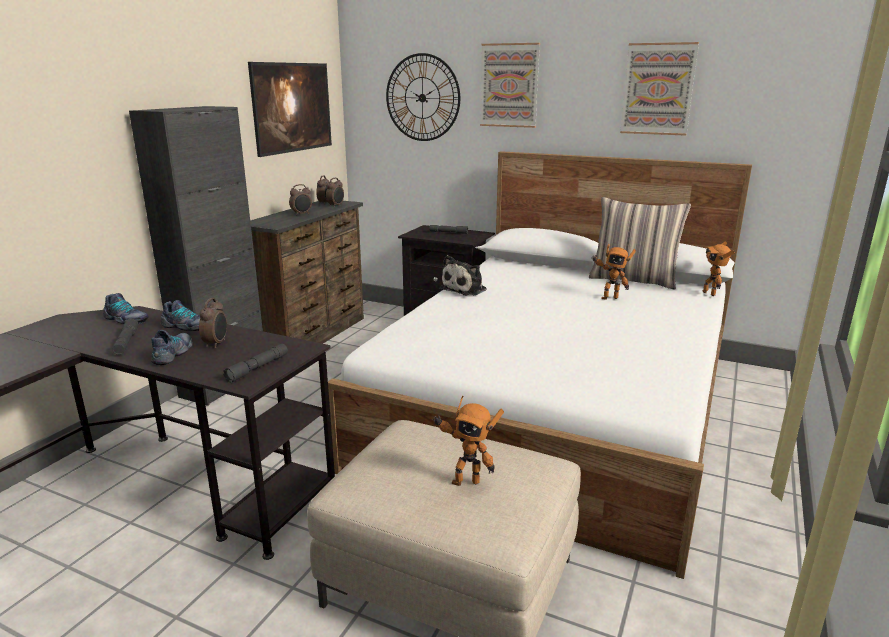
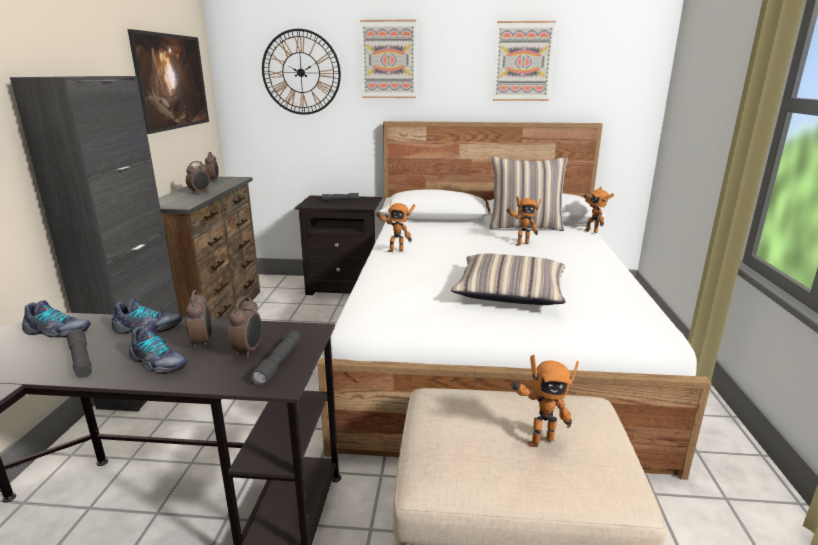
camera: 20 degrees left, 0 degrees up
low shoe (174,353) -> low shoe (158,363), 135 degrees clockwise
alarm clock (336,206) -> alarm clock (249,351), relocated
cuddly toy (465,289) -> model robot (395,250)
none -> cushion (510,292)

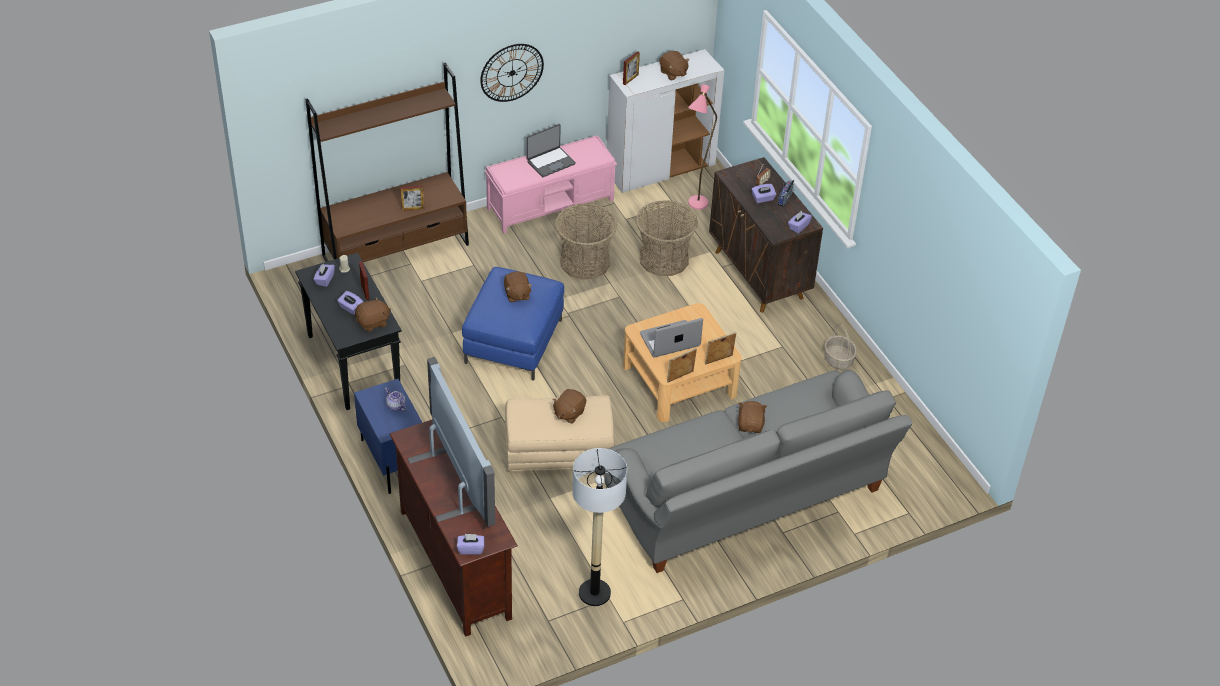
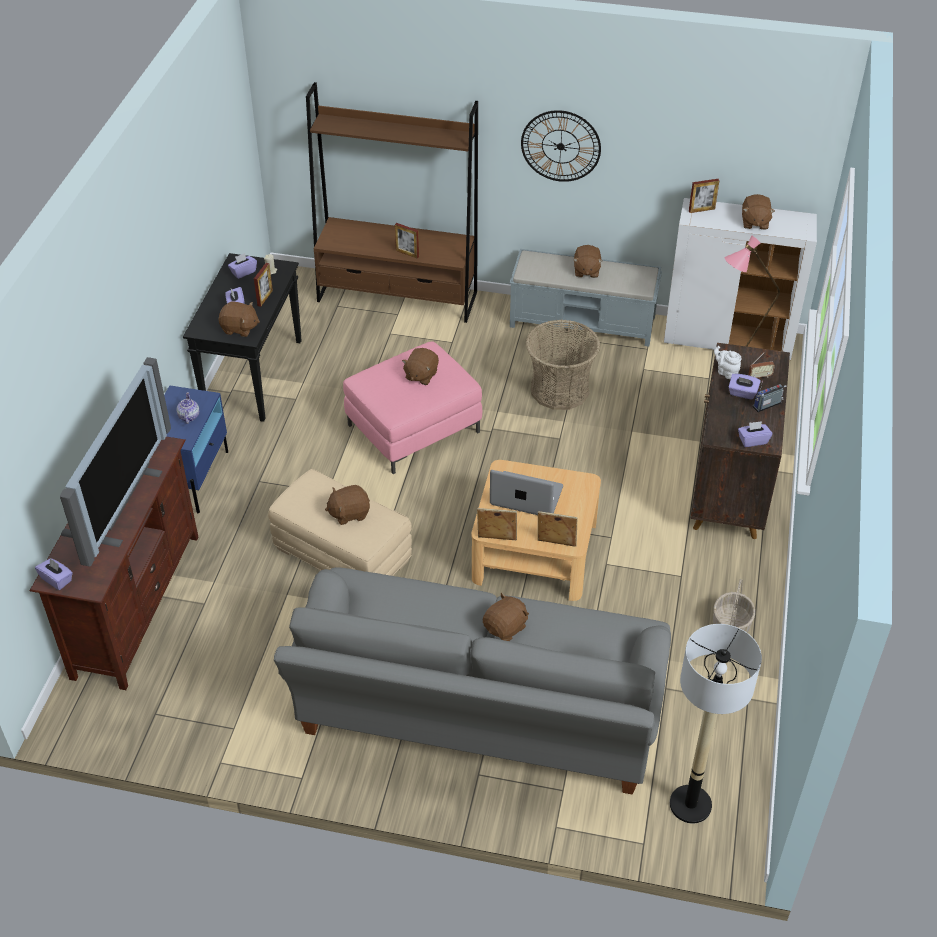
camera: 40 degrees right, 0 degrees up
blue-coloured ottoman (513,341) -> pink ottoman (413,428)
pink indoor bench (551,204) -> gray indoor bench (583,322)
portable computer (550,162) -> brownish cuddly toy (586,271)
floor lamp (594,593) -> floor lamp (690,805), relocated
household basket (664,259) -> none
none -> white teapot (726,372)

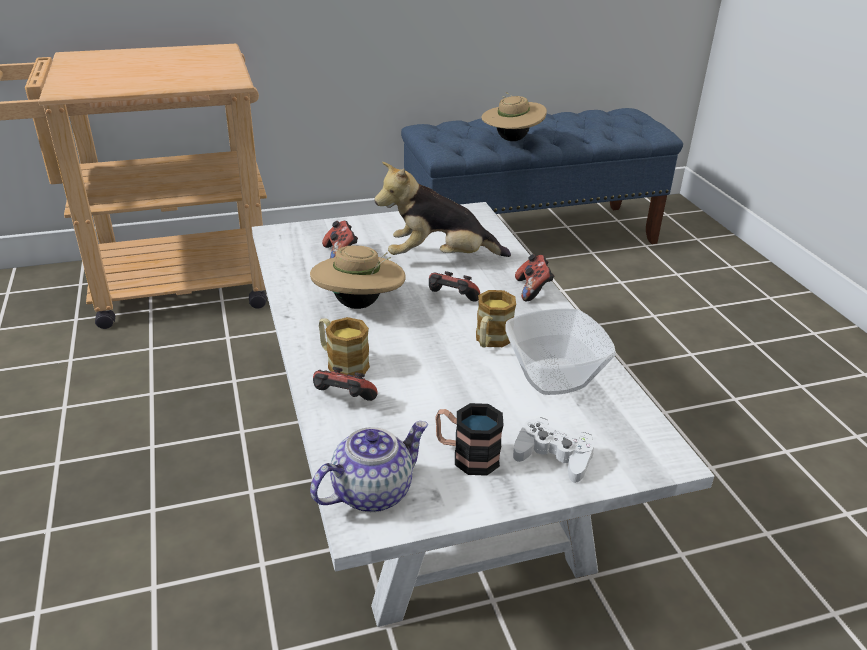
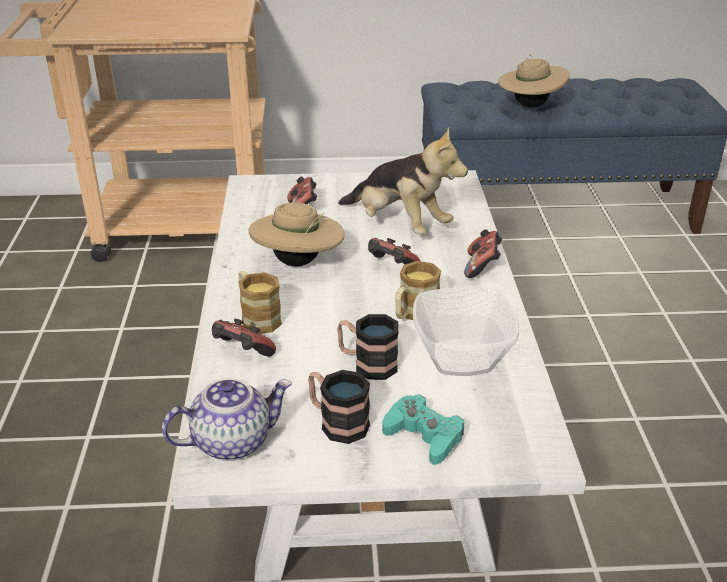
camera: 15 degrees right, 0 degrees up
cuddly toy (439,259) -> cuddly toy (399,225), 150 degrees counterclockwise
white game controller (553,456) -> turquoise game controller (424,435)
none -> mug (367,364)

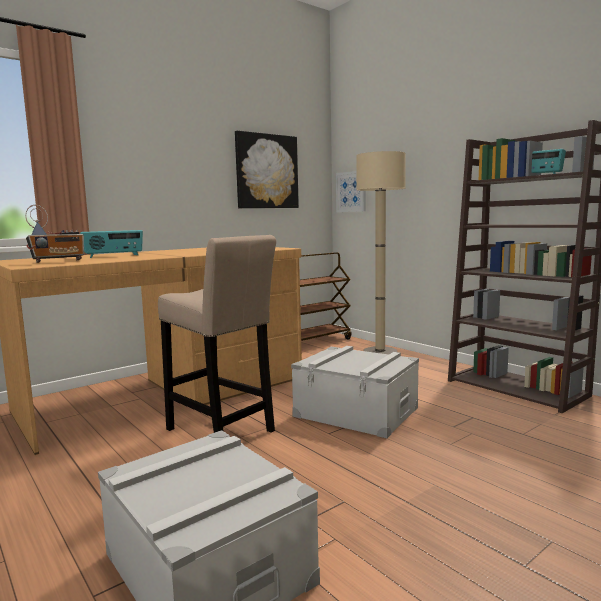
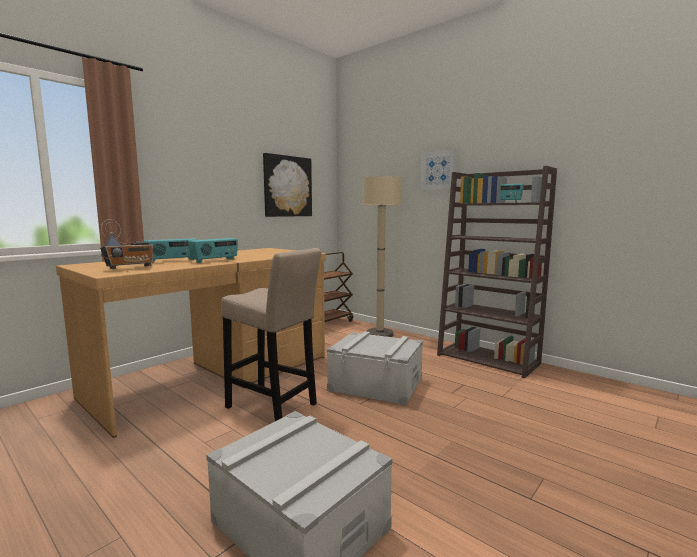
camera: 10 degrees left, 0 degrees up
picture (351,191) -> picture (438,170), relocated
none -> radio set (215,260)

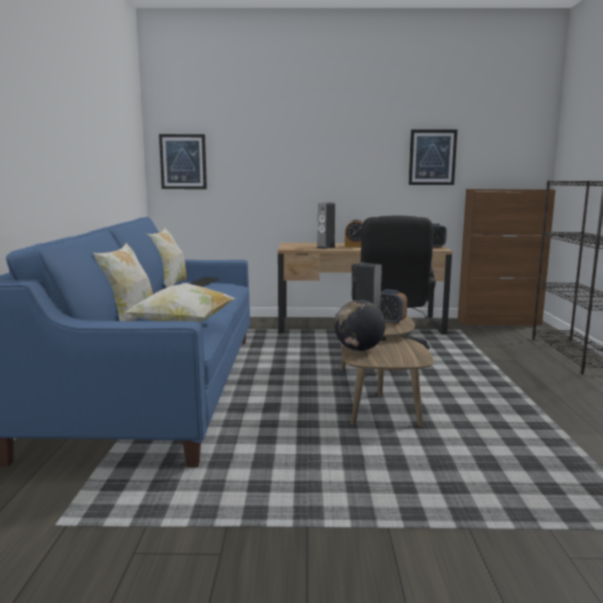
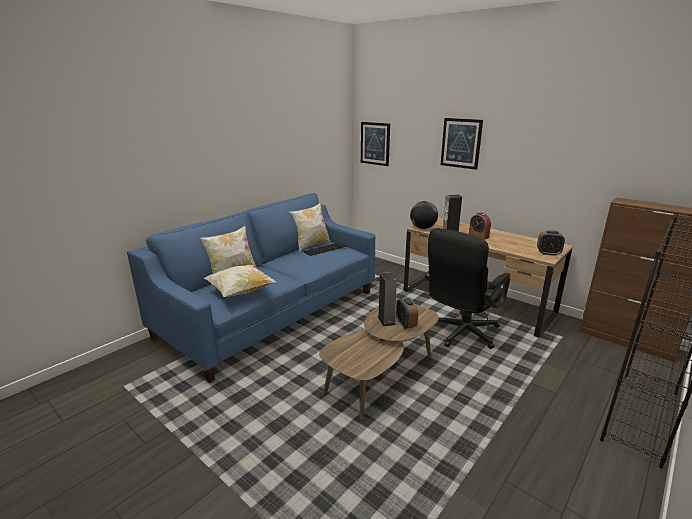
camera: 40 degrees right, 10 degrees up
world globe (359,349) -> world globe (423,228), relocated
picture (432,157) -> picture (461,143), relocated

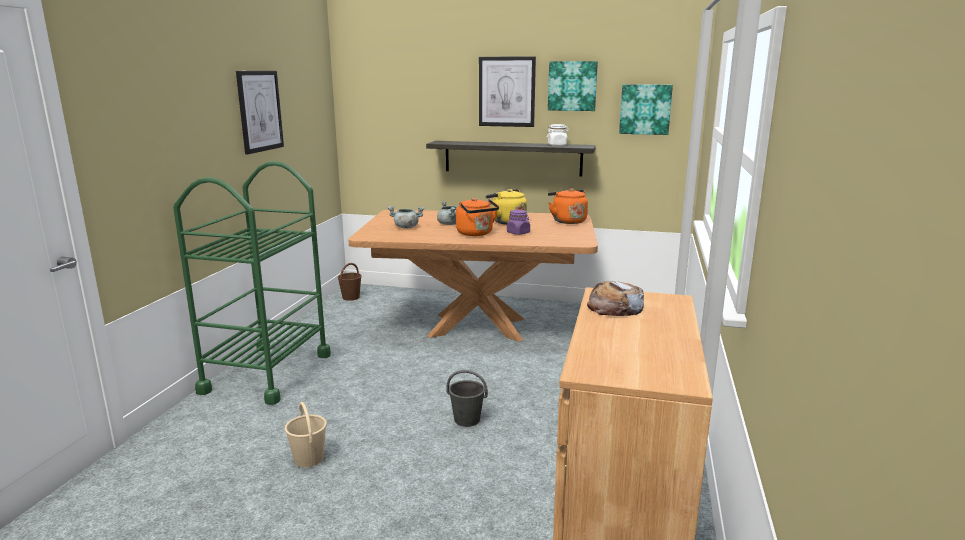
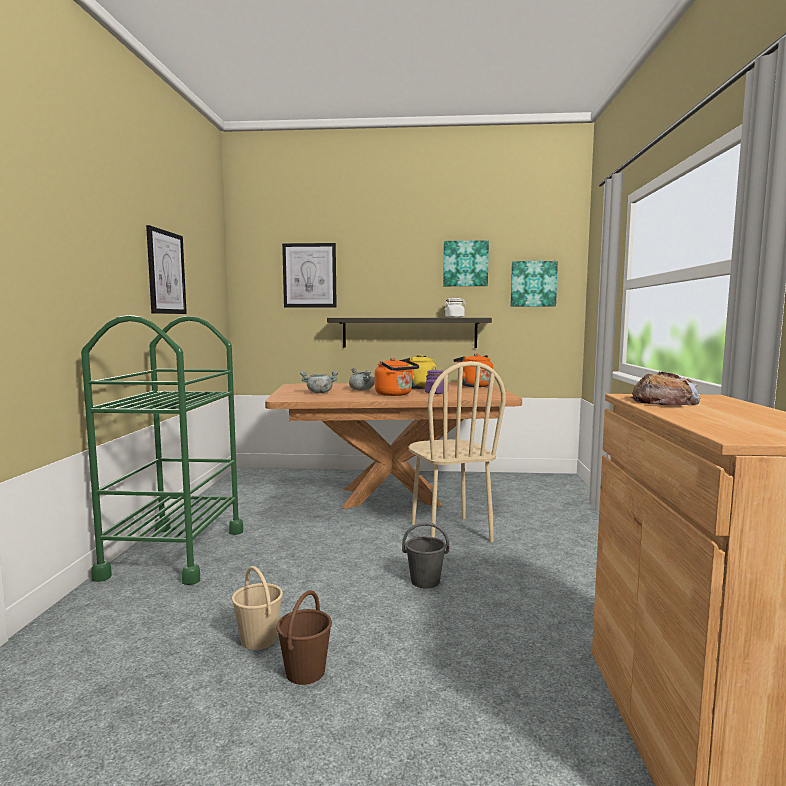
camera: 10 degrees left, 10 degrees down
brownish bucket (351,297) -> brownish bucket (305,671), relocated
picture (507,92) -> picture (309,275), relocated
none -> beige plain chair (450,532)

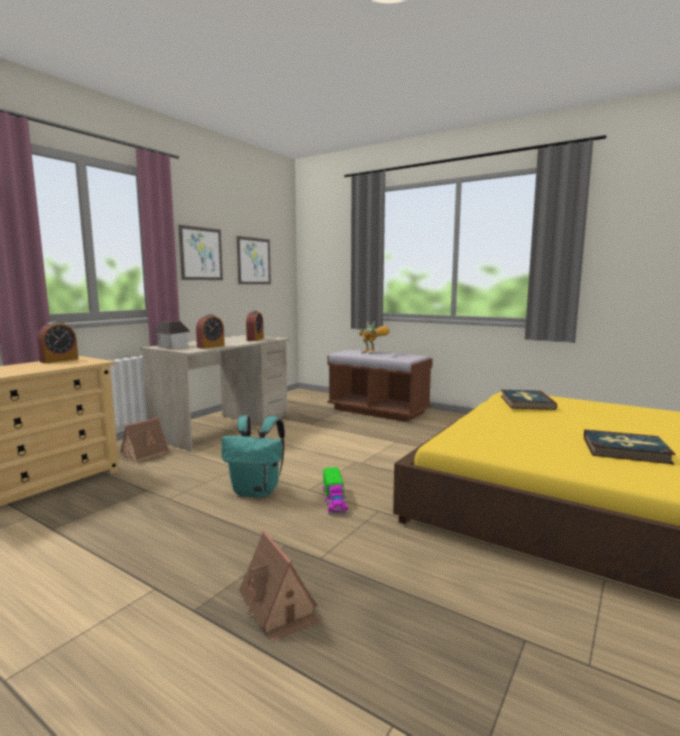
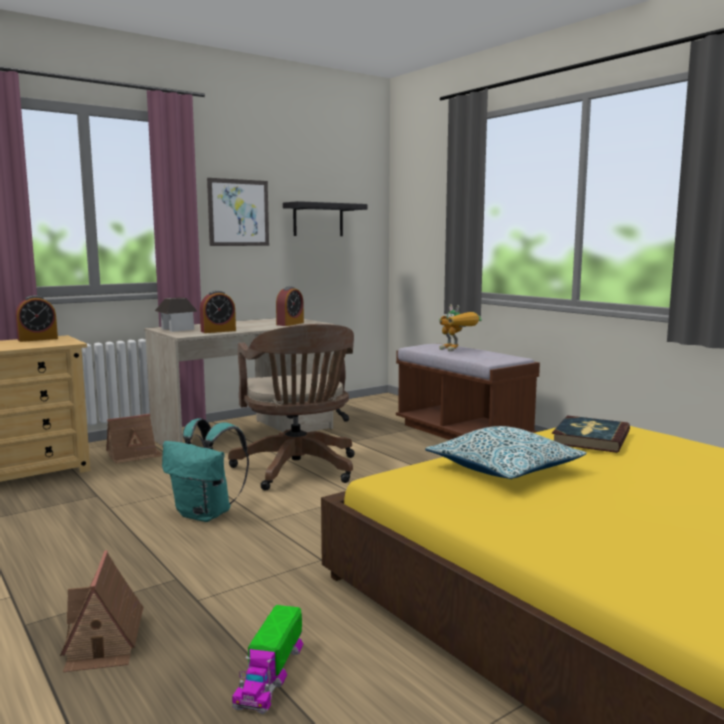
camera: 20 degrees right, 0 degrees up
picture (254,261) -> black-coloured shelf (318,220)
model truck (334,500) -> model truck (270,675), relocated
volume (625,450) -> none
none -> brownish office chair (298,471)
none -> cushion (504,469)

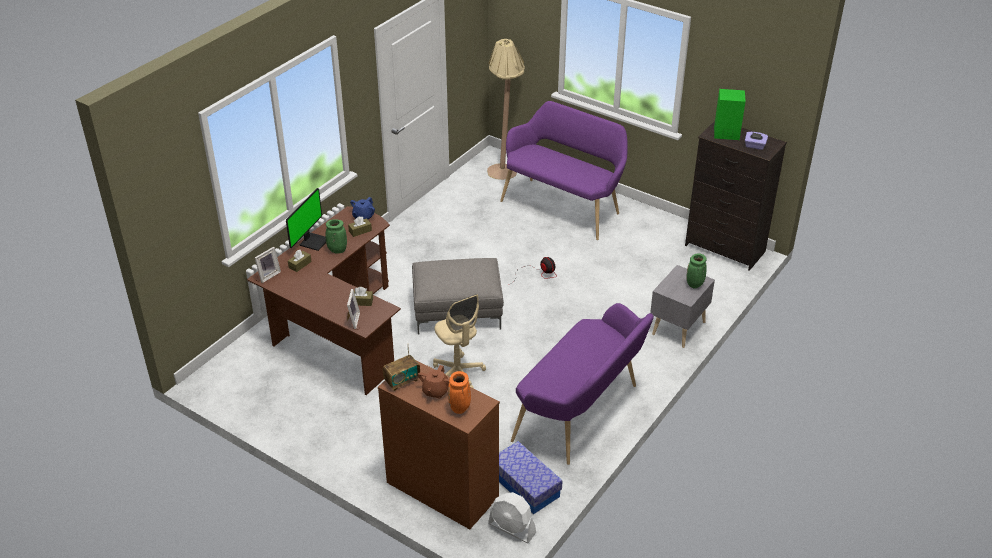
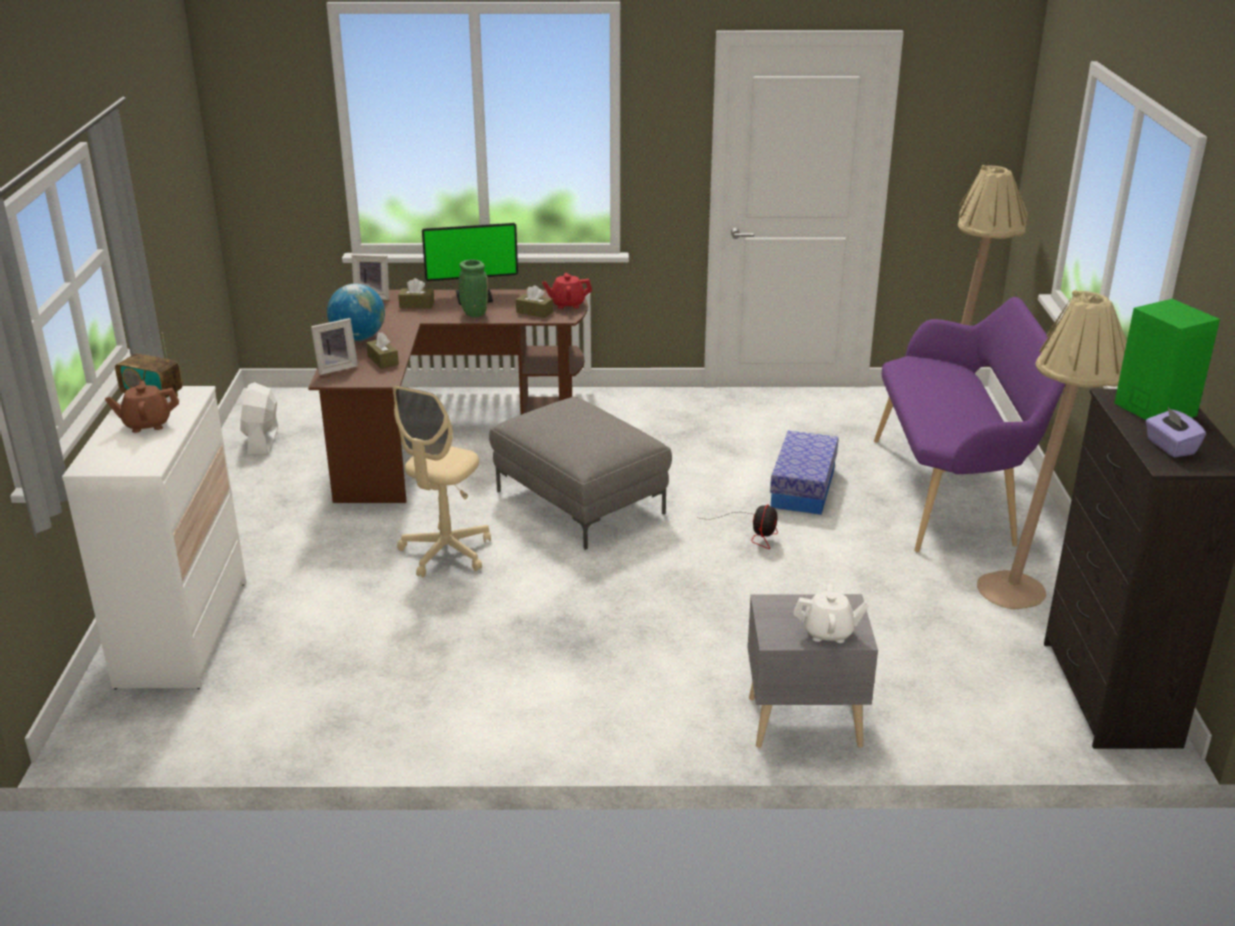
camera: 55 degrees right, 10 degrees down
blue-coloured teapot (363,217) -> red teapot (567,304)
brownish dresser (442,490) -> white dresser (183,633)
orangey vase (460,409) -> none
white fan (512,528) -> white fan (262,441), relocated
storage container (525,486) -> storage container (803,488), relocated
purple indoor bench (582,414) -> none
green-coloured vase (694,285) -> white teapot (828,633)
none -> world globe (358,338)
none -> beige floor lamp (1028,593)

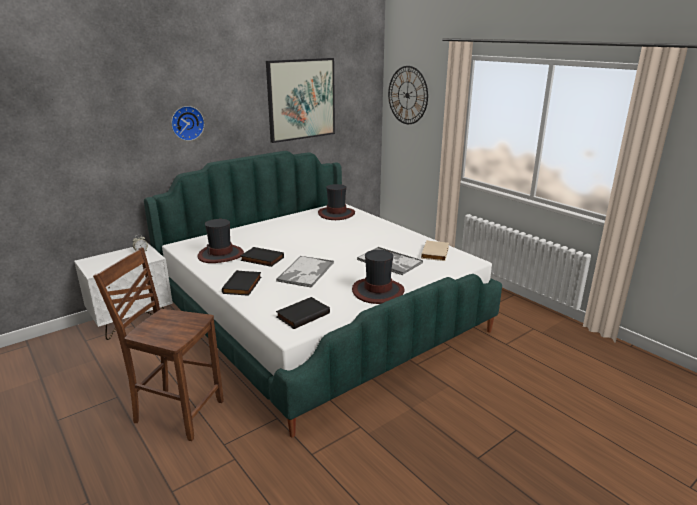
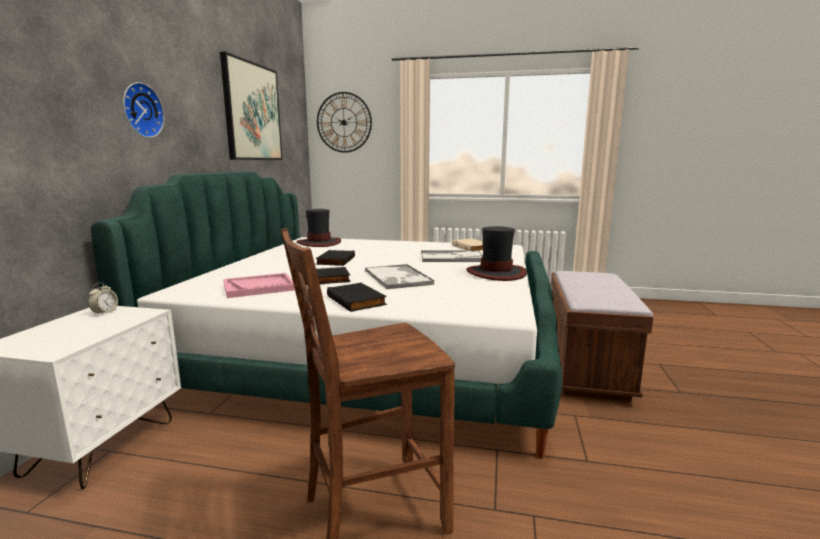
camera: 40 degrees left, 10 degrees down
hat (221,254) -> pink carrying tray (259,287)
black-coloured volume (302,314) -> black-coloured volume (335,260), relocated
none -> brownish indoor bench (586,368)

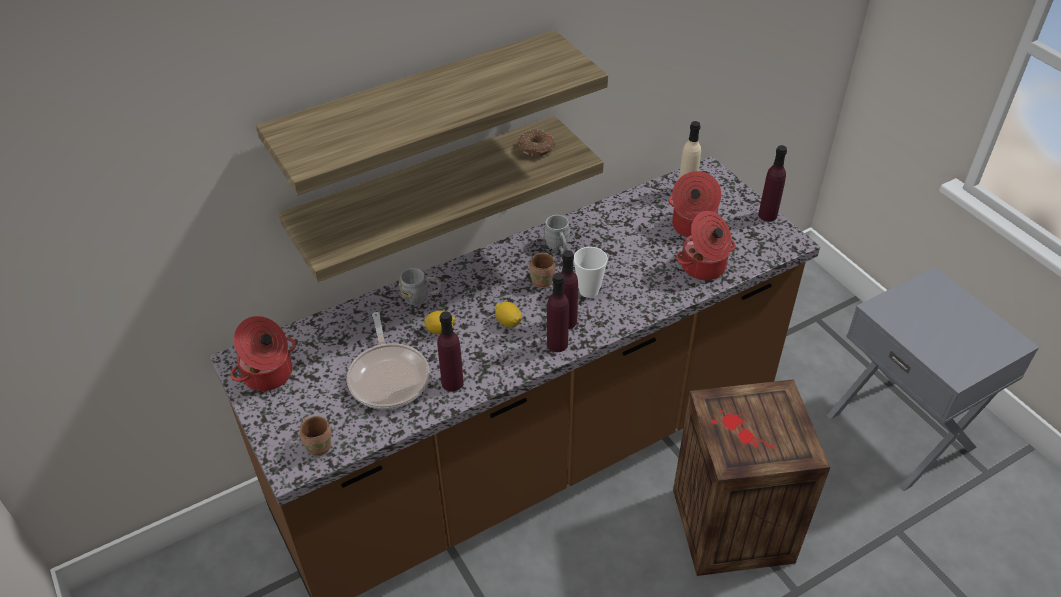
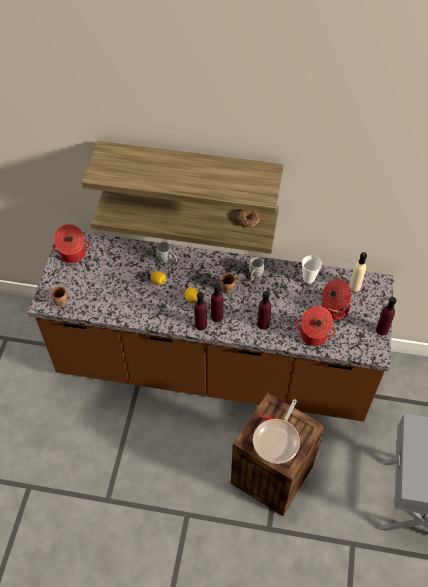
camera: 40 degrees right, 10 degrees up
skillet (389,377) -> skillet (277,440), relocated
purple beverage bottle (452,382) -> purple beverage bottle (263,324), relocated
small cup (589,290) -> small cup (308,279), relocated

